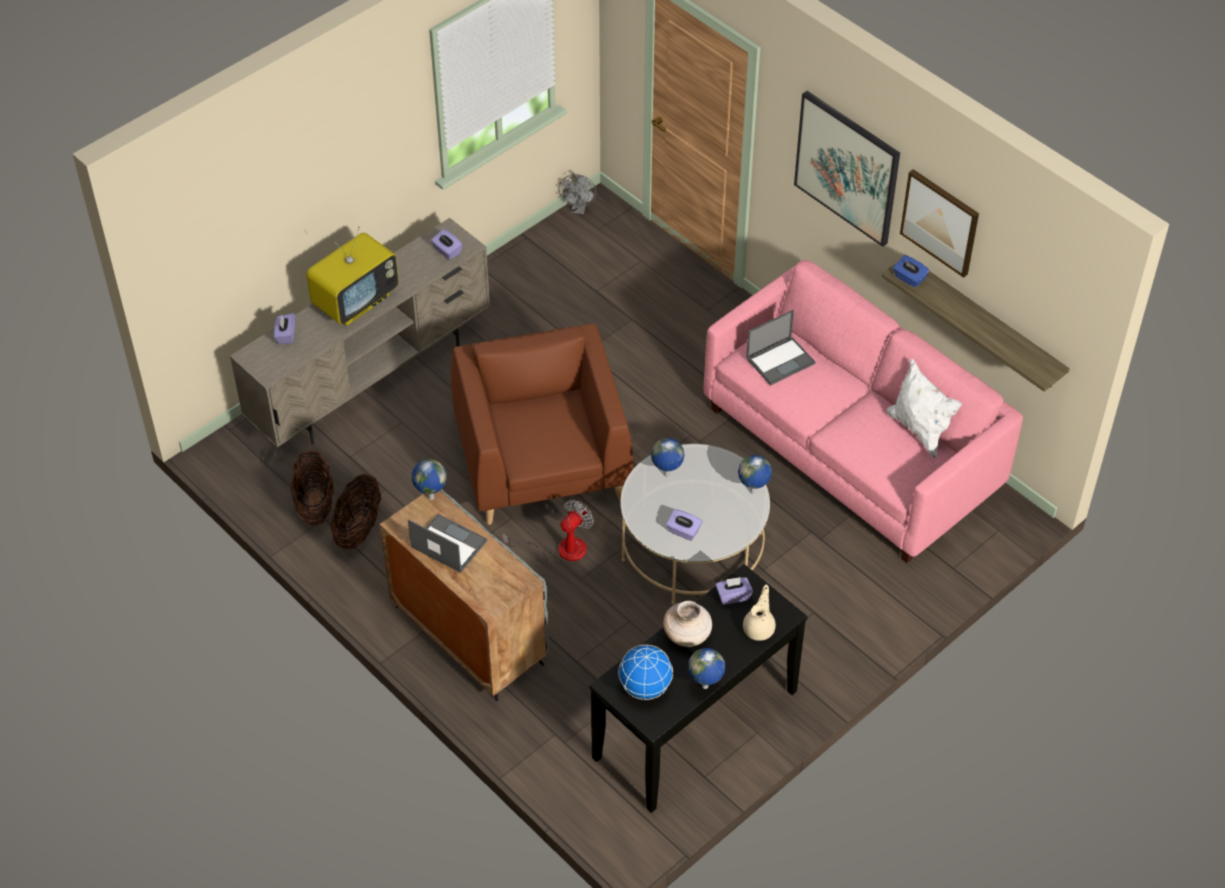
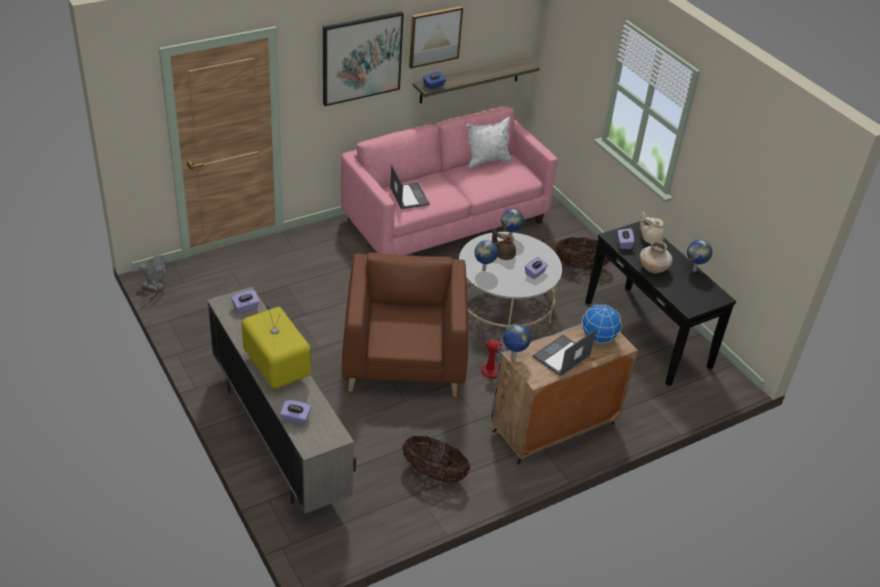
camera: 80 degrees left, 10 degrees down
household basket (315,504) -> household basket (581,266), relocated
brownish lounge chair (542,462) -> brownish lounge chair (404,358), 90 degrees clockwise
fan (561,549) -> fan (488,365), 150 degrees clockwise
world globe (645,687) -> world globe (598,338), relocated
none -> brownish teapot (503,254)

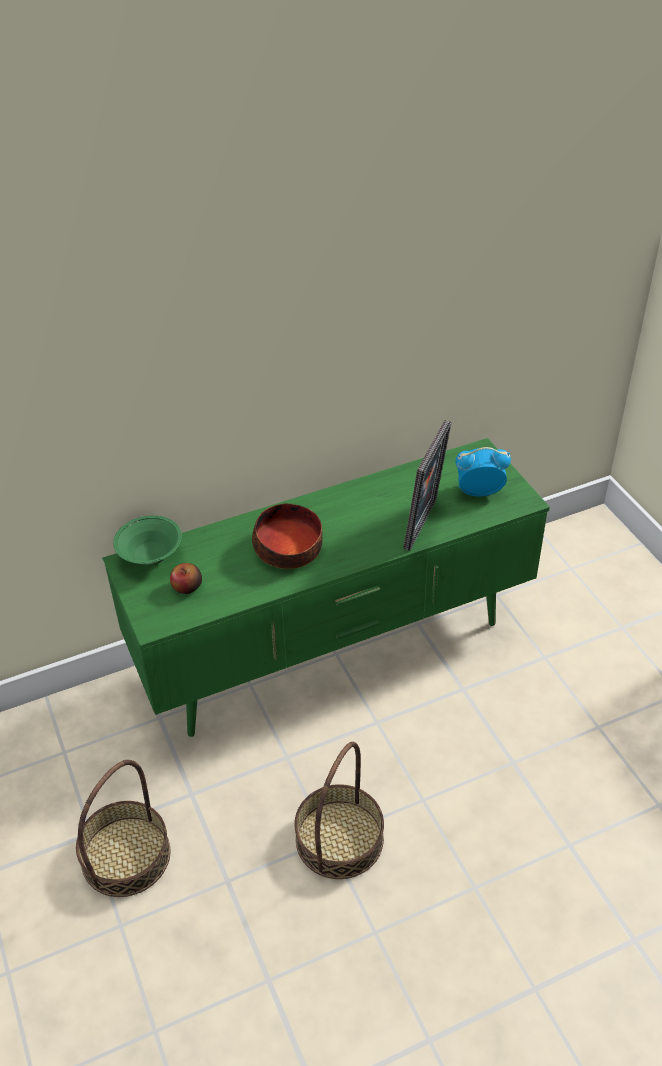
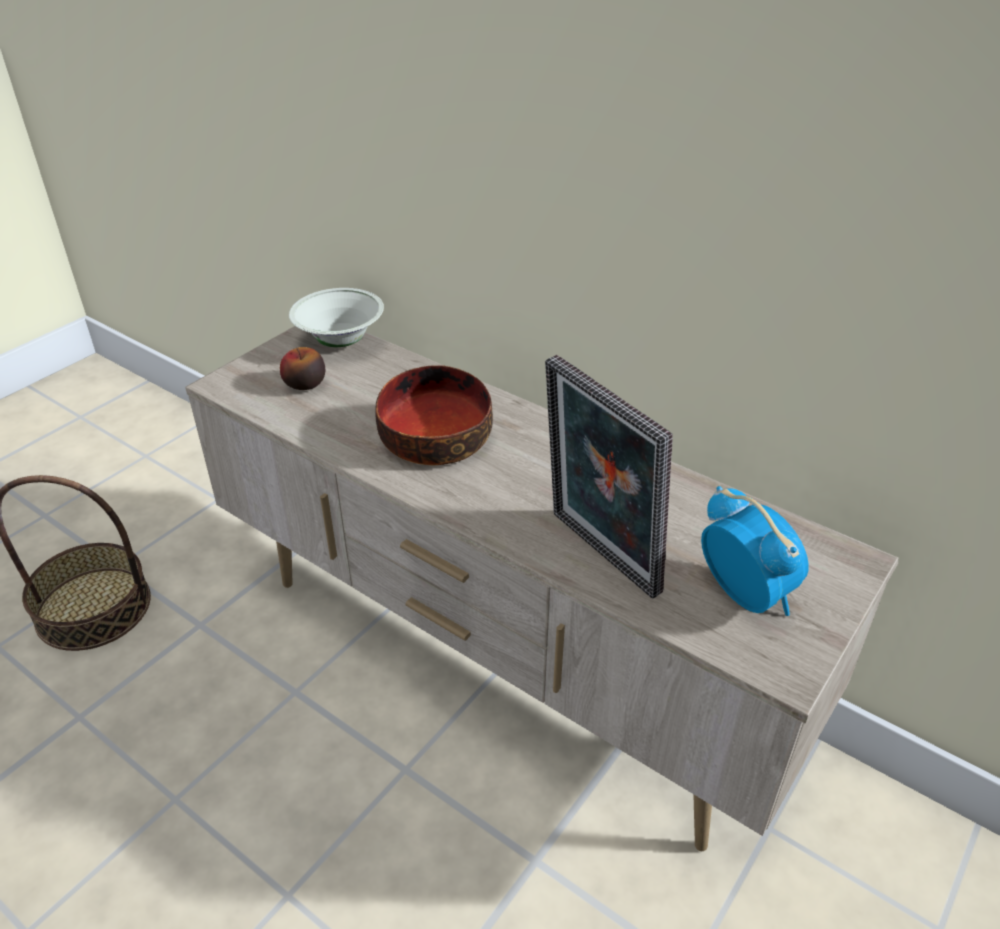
camera: 60 degrees right, 5 degrees down
green-coloured tv unit (333,652) -> beige tv unit (500,664)
green-coloured serving bowl (151,557) -> white serving bowl (340,341)
household basket (339,838) -> none
photo frame (425,525) -> photo frame (598,556), 60 degrees clockwise

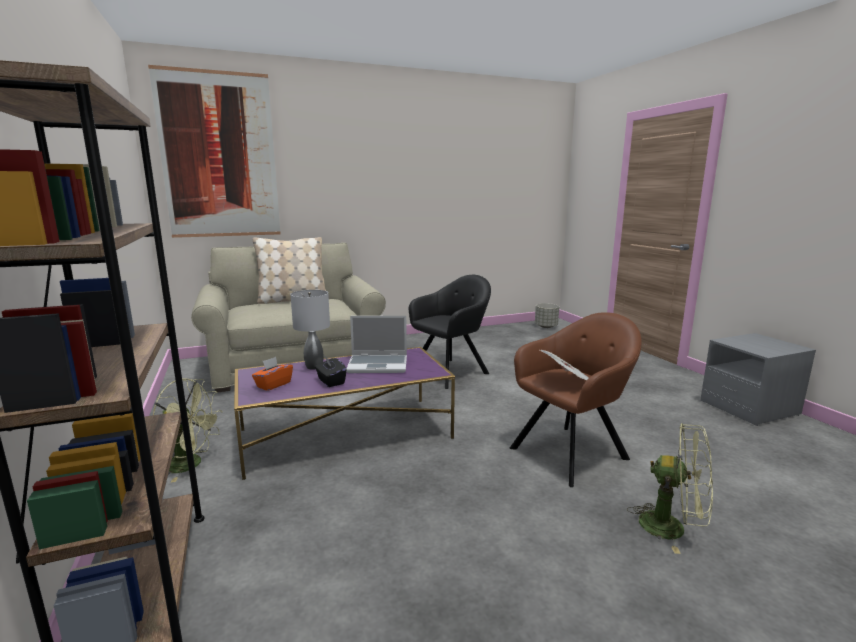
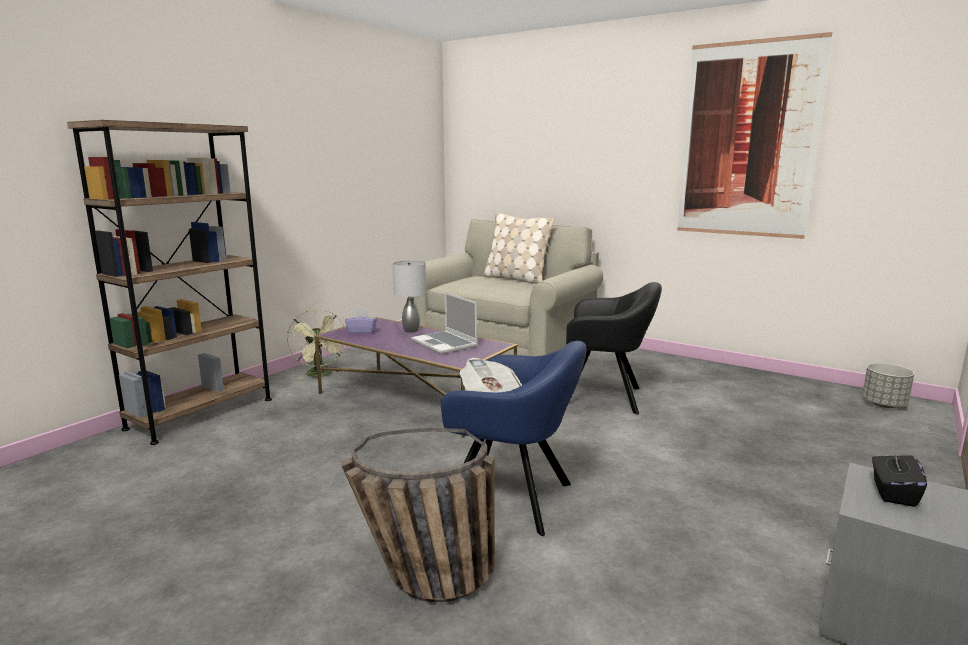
camera: 55 degrees right, 0 degrees up
picture (219,156) -> picture (747,140), relocated
orangey box of tissues (273,385) -> purple box of tissues (362,332)
black-coloured box of tissues (330,381) -> black-coloured box of tissues (893,493), relocated
brownish lounge chair (572,452) -> blue-coloured lounge chair (514,498)
green-coloured fan (672,528) -> household basket (420,582)

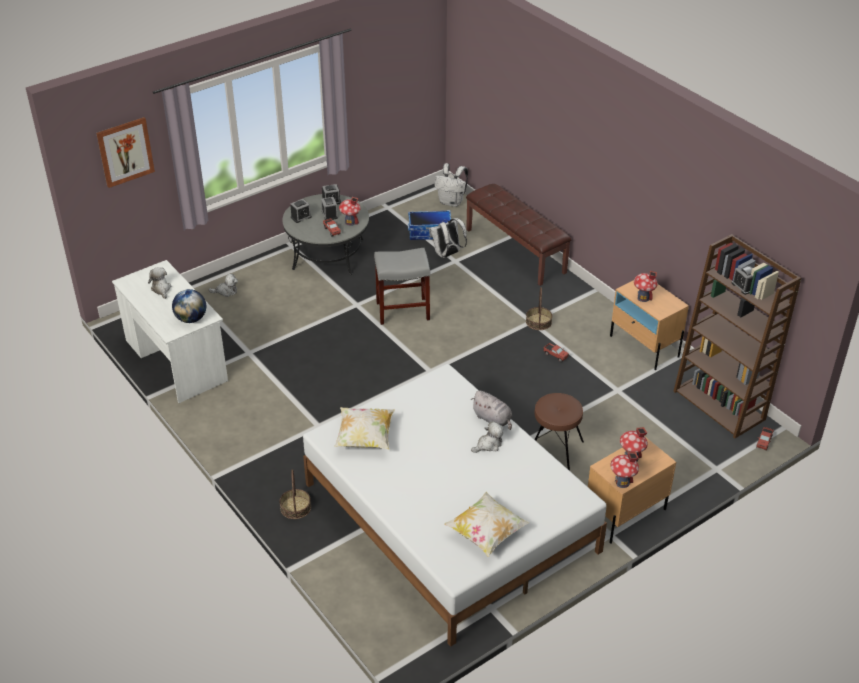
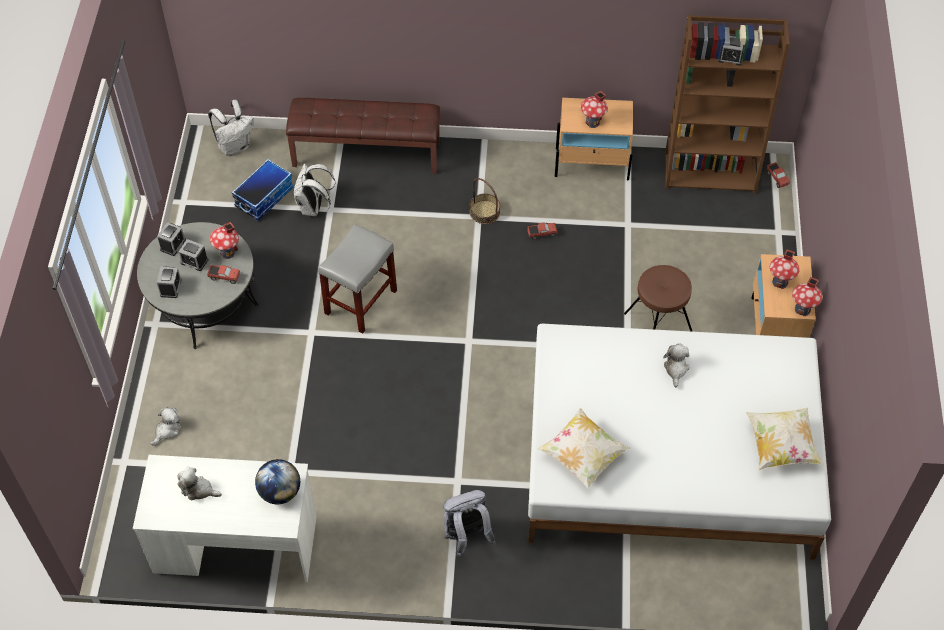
camera: 50 degrees left, 15 degrees up
picture (125,152) -> none
household basket (295,507) -> none
gray cuddly toy (493,419) -> none
none -> gray knapsack (467,536)

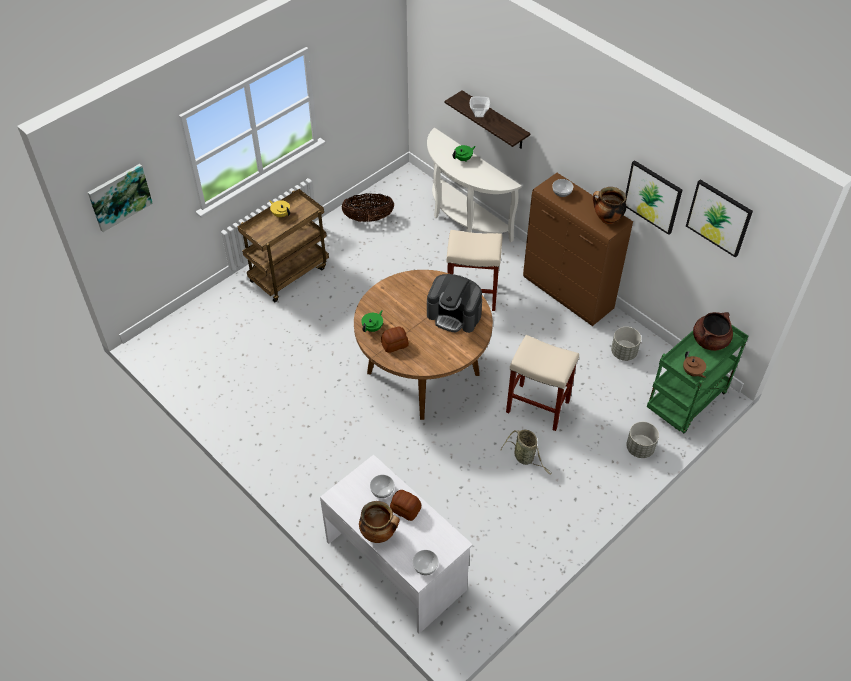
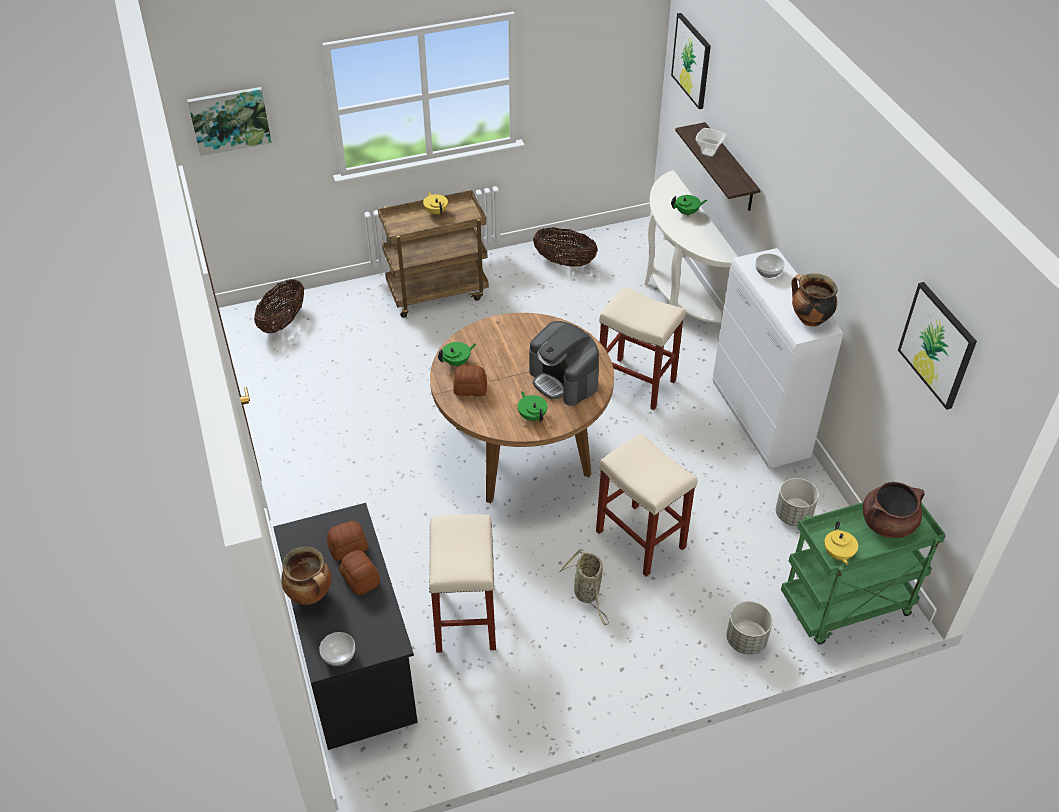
camera: 25 degrees right, 5 degrees down
white desk unit (396,564) -> black-coloured desk unit (353,657)
serving bowl (382,491) -> bakery bread (347,547)
brownish cabinet (568,294) -> white cabinet (760,421)
picture (653,197) -> picture (692,60), relocated
brownish teapot (692,372) -> yellowish teapot (837,554)
none -> household basket (283,322)
none -> beige stool (466,619)
none -> green-coloured teapot (532,416)

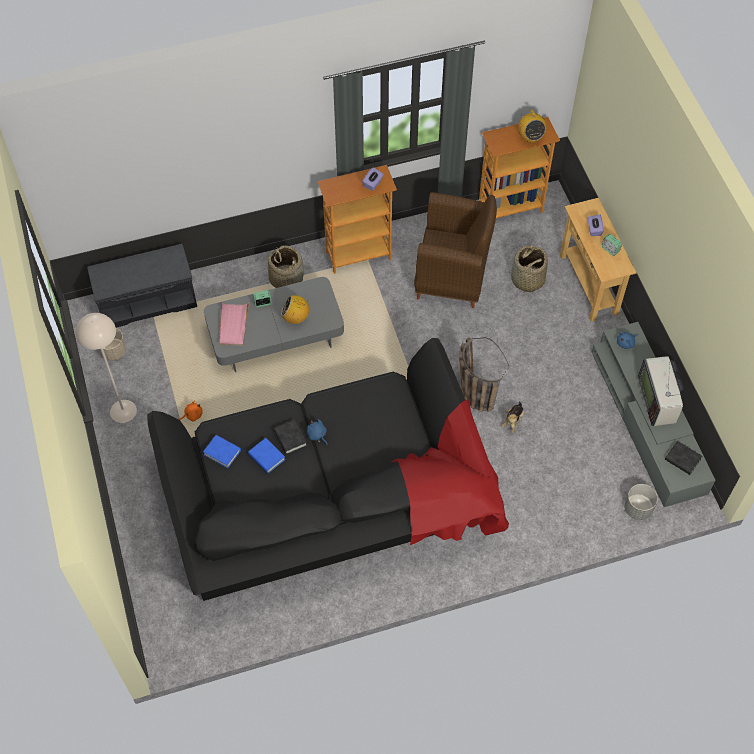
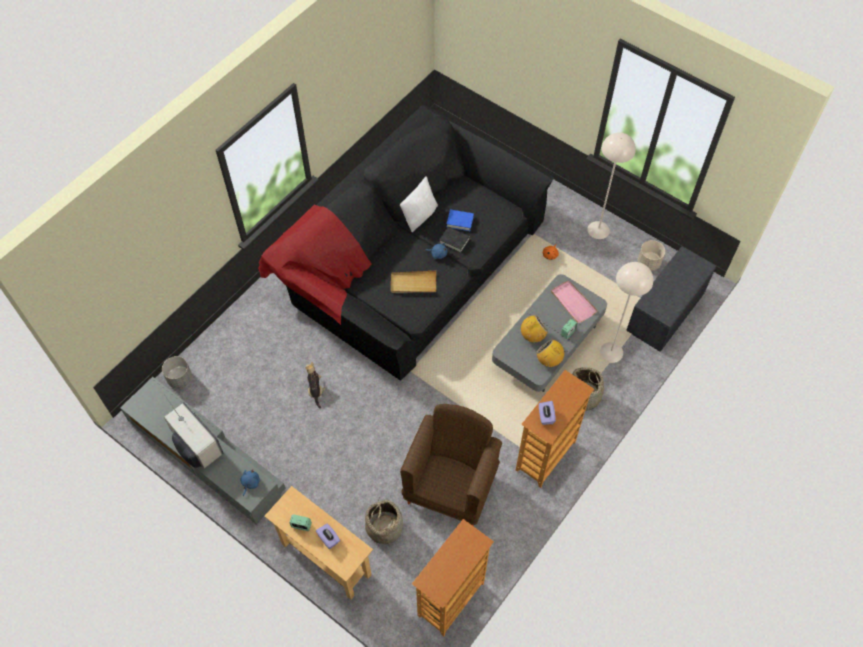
camera: 145 degrees right, 0 degrees up
blue-coloured volume (222,452) -> none
brownish lounge chair (452,277) -> brownish lounge chair (451,487), 135 degrees clockwise
household basket (473,390) -> none
radio set (530,137) -> radio set (549,360), relocated
black-coloured volume (682,459) -> none
none -> beige carrying tray (413,283)
none -> white cushion (420,216)
none -> beige floor lamp (611,352)

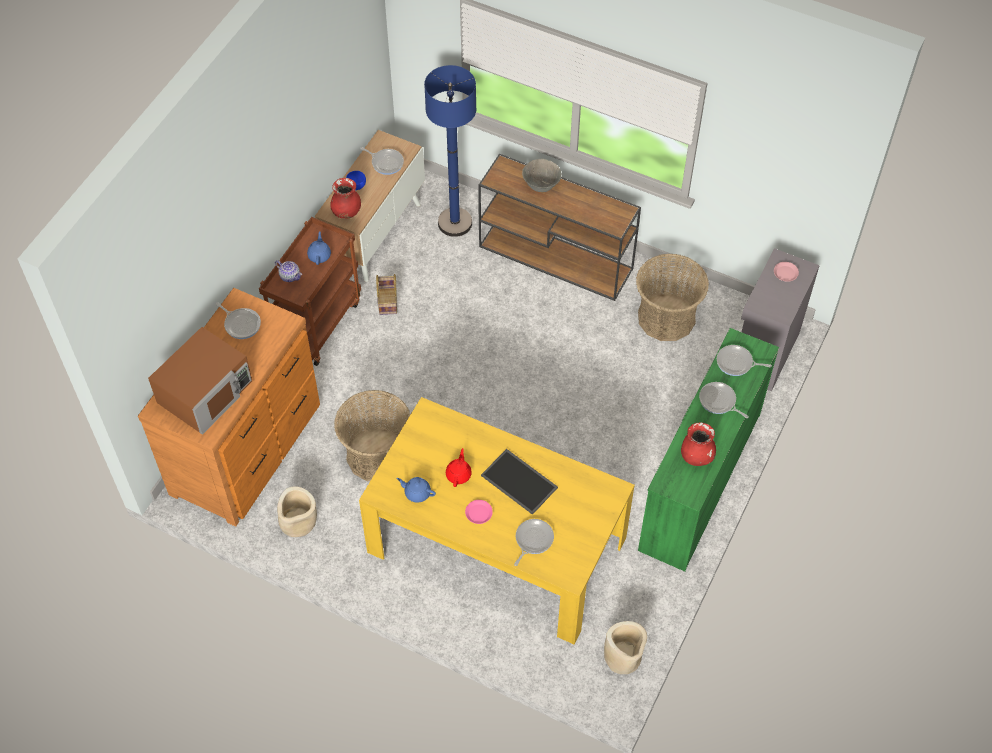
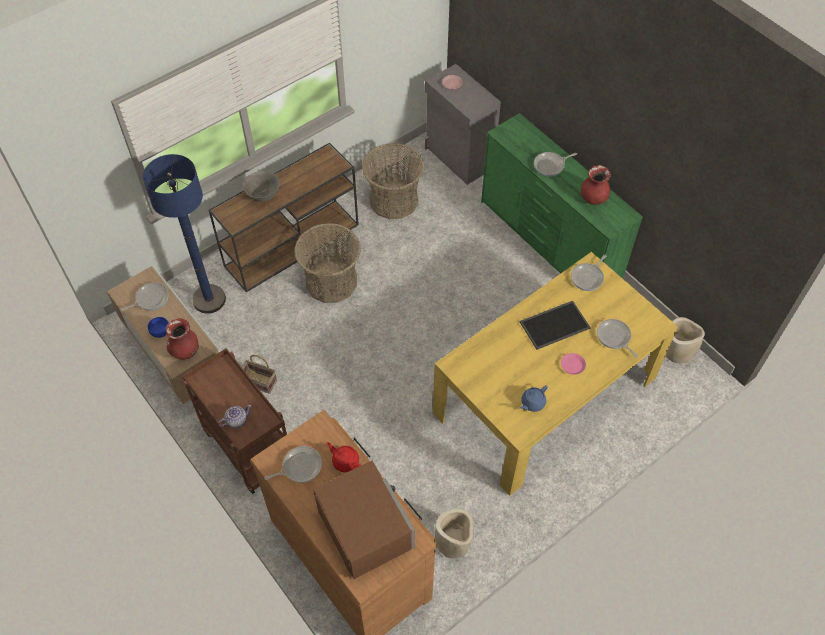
camera: 65 degrees left, 0 degrees up
blue-coloured teapot (319,255) -> none
household basket (377,455) -> household basket (331,281), relocated
red teapot (459,474) -> red teapot (345,461), relocated
skillet (736,363) -> skillet (588,277), relocated

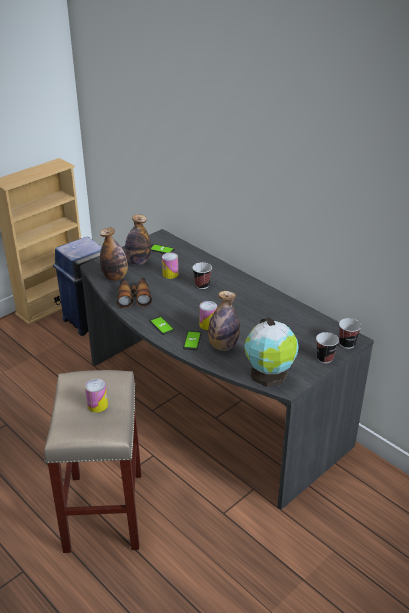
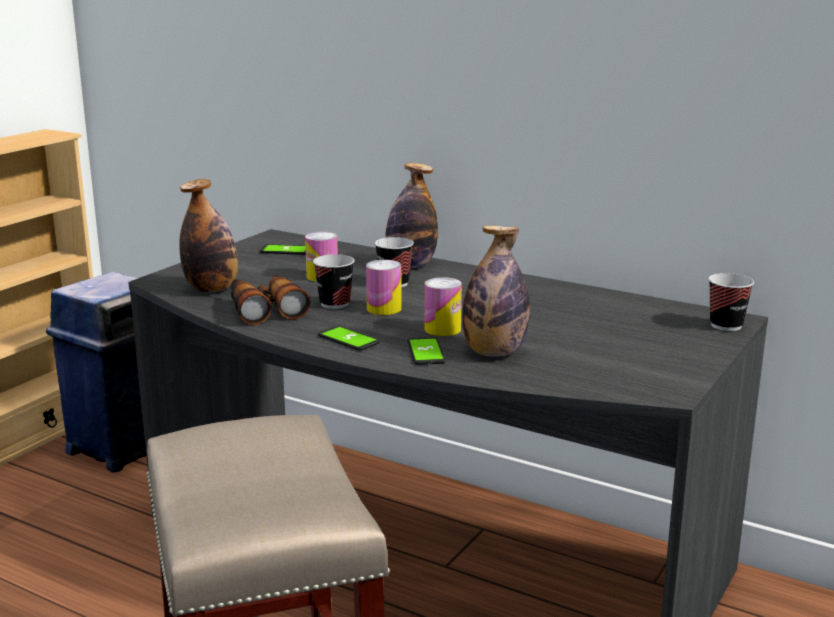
camera: 15 degrees left, 15 degrees down
metal can (97,405) -> metal can (384,309), relocated
beverage bottle (138,262) -> beverage bottle (410,265), relocated
world globe (269,375) -> none
small cup (324,358) -> small cup (334,304), relocated

